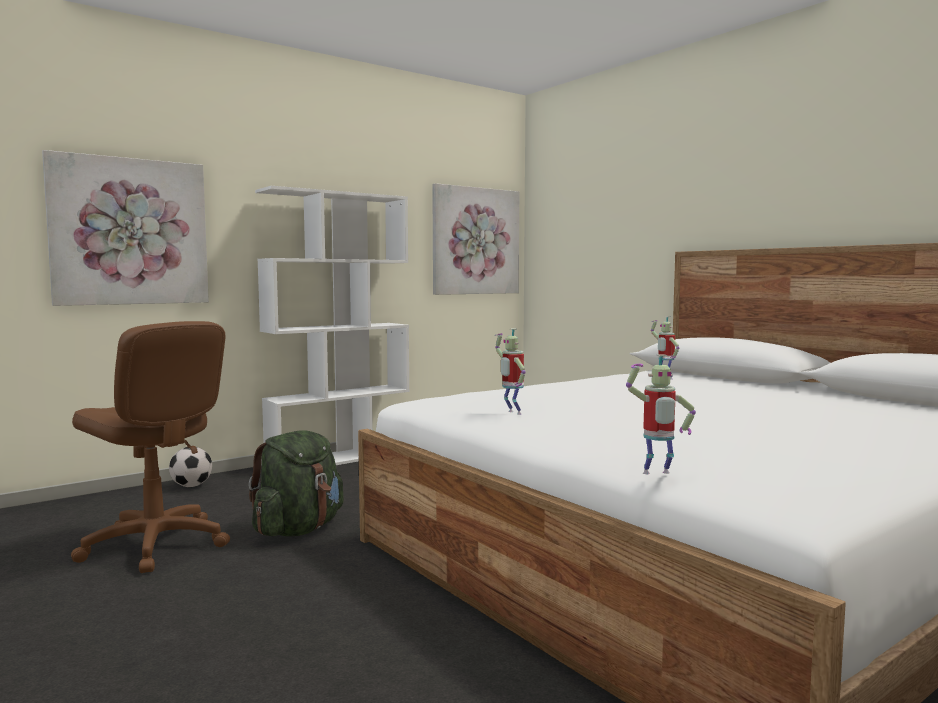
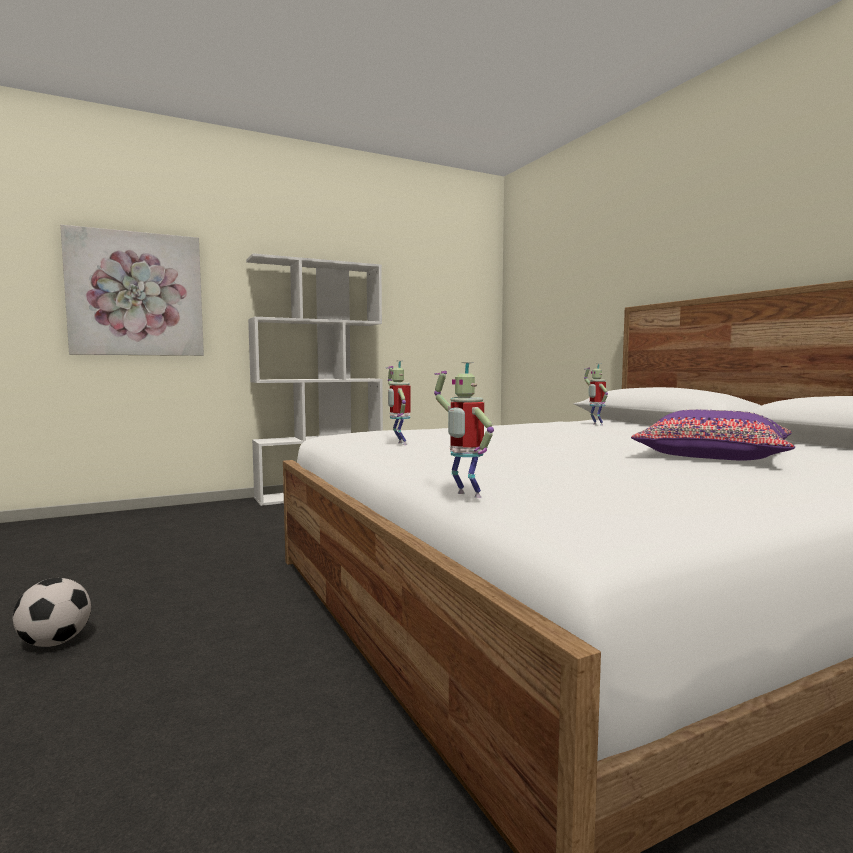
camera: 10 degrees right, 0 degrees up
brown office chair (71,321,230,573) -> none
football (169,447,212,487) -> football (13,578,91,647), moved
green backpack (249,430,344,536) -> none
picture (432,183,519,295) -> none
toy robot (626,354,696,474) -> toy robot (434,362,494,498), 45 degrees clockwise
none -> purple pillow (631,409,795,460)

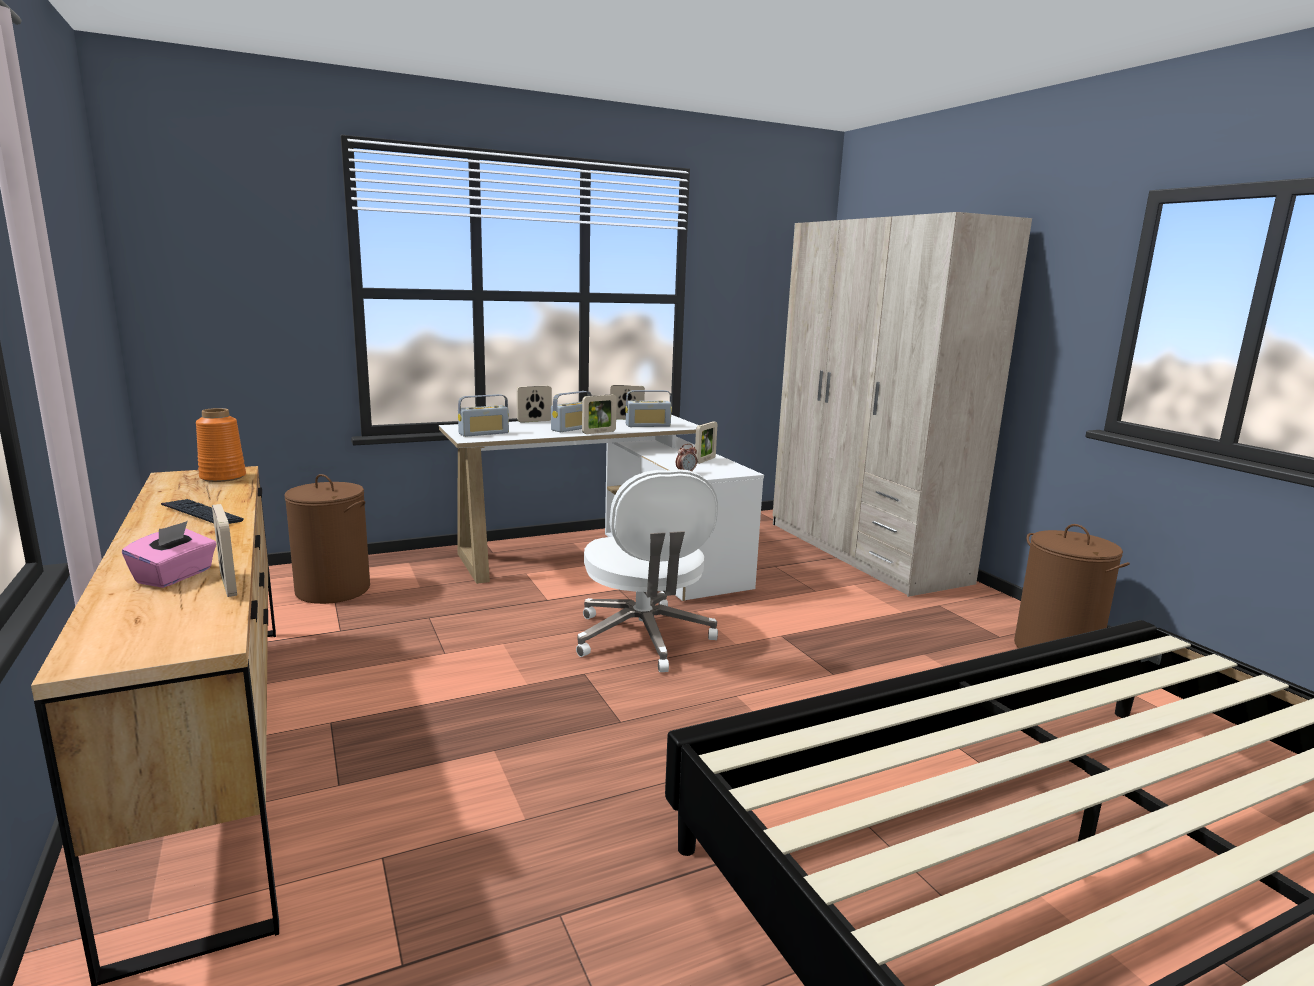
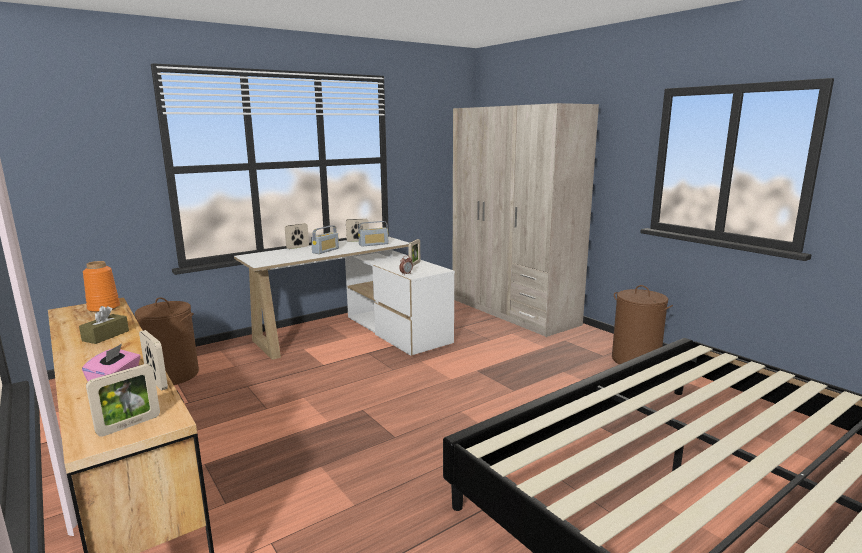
camera: 10 degrees left, 0 degrees up
keyboard (161,499,244,524) -> brown tissue box (79,306,129,344)
radio (458,394,509,437) -> none
white office chair (576,469,718,672) -> none
picture frame (582,394,617,434) -> picture frame (86,364,160,437), moved

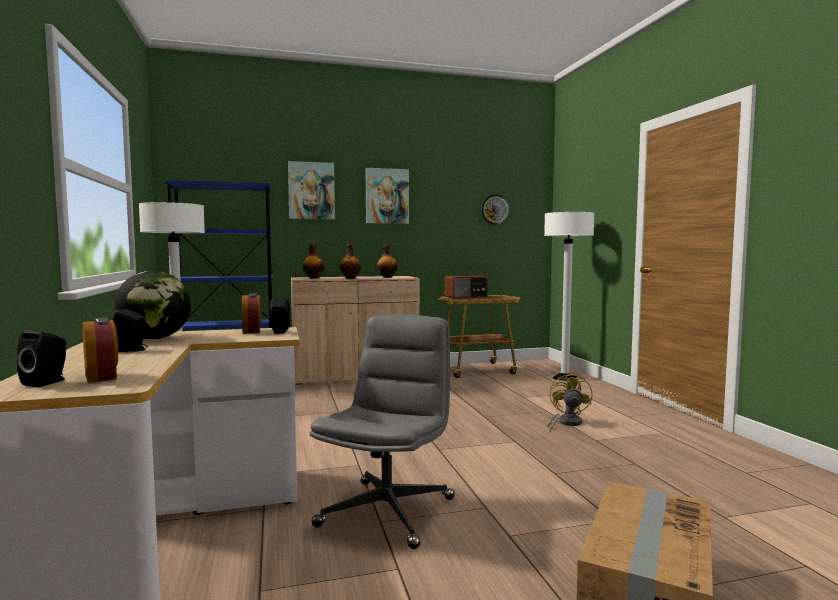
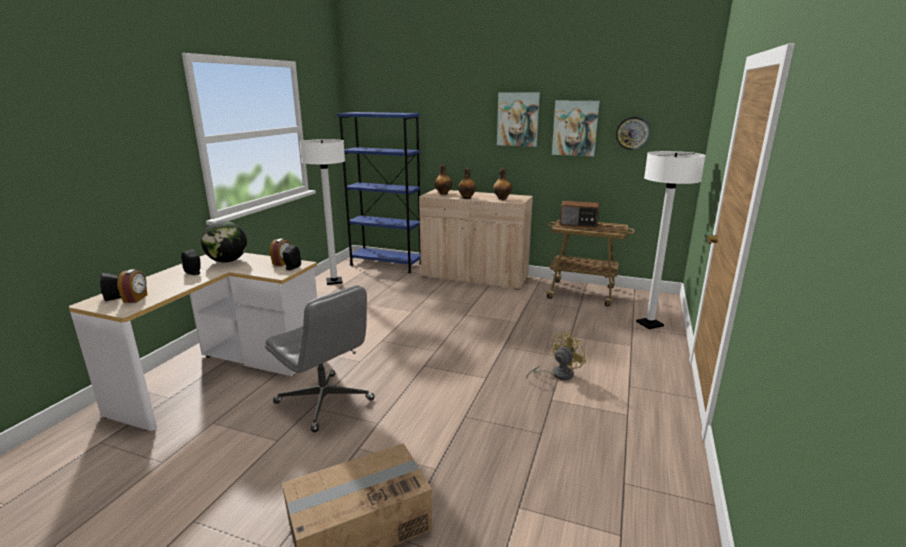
camera: 35 degrees right, 15 degrees up
picture (288,161,335,220) -> picture (552,101,600,156), moved
grey office chair (309,315,455,549) -> grey office chair (265,285,375,432), 75 degrees clockwise

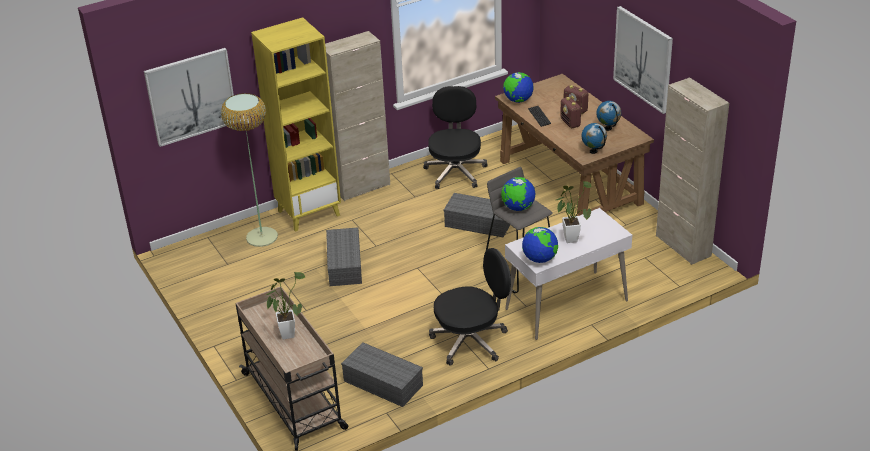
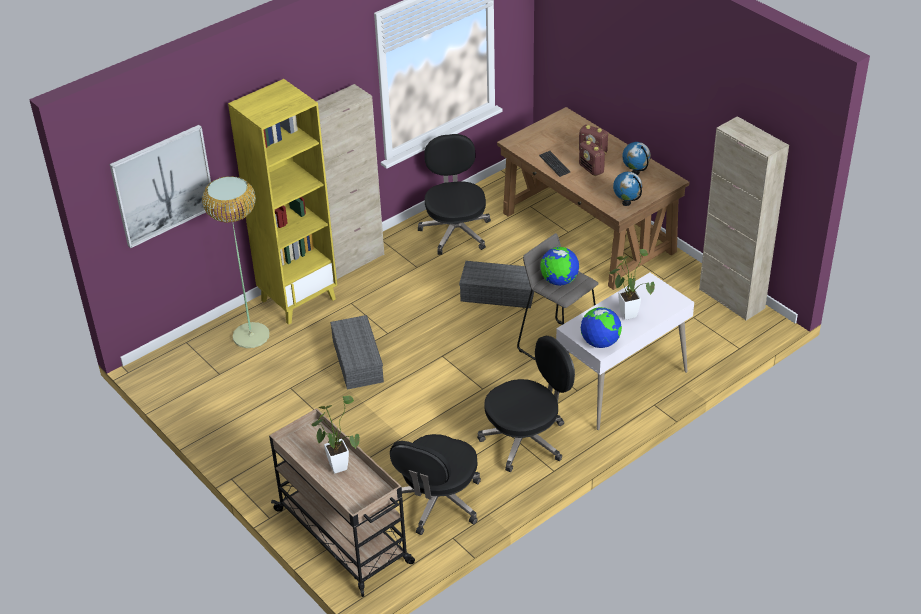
camera: 10 degrees left, 5 degrees up
grey storage box (341,342,423,407) -> black office chair (390,434,481,535)
globe (503,72,534,103) -> none
picture (613,6,673,114) -> none

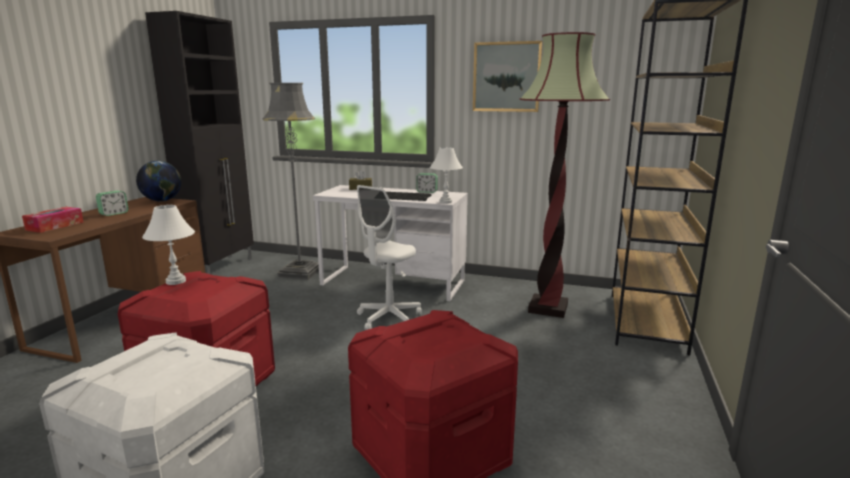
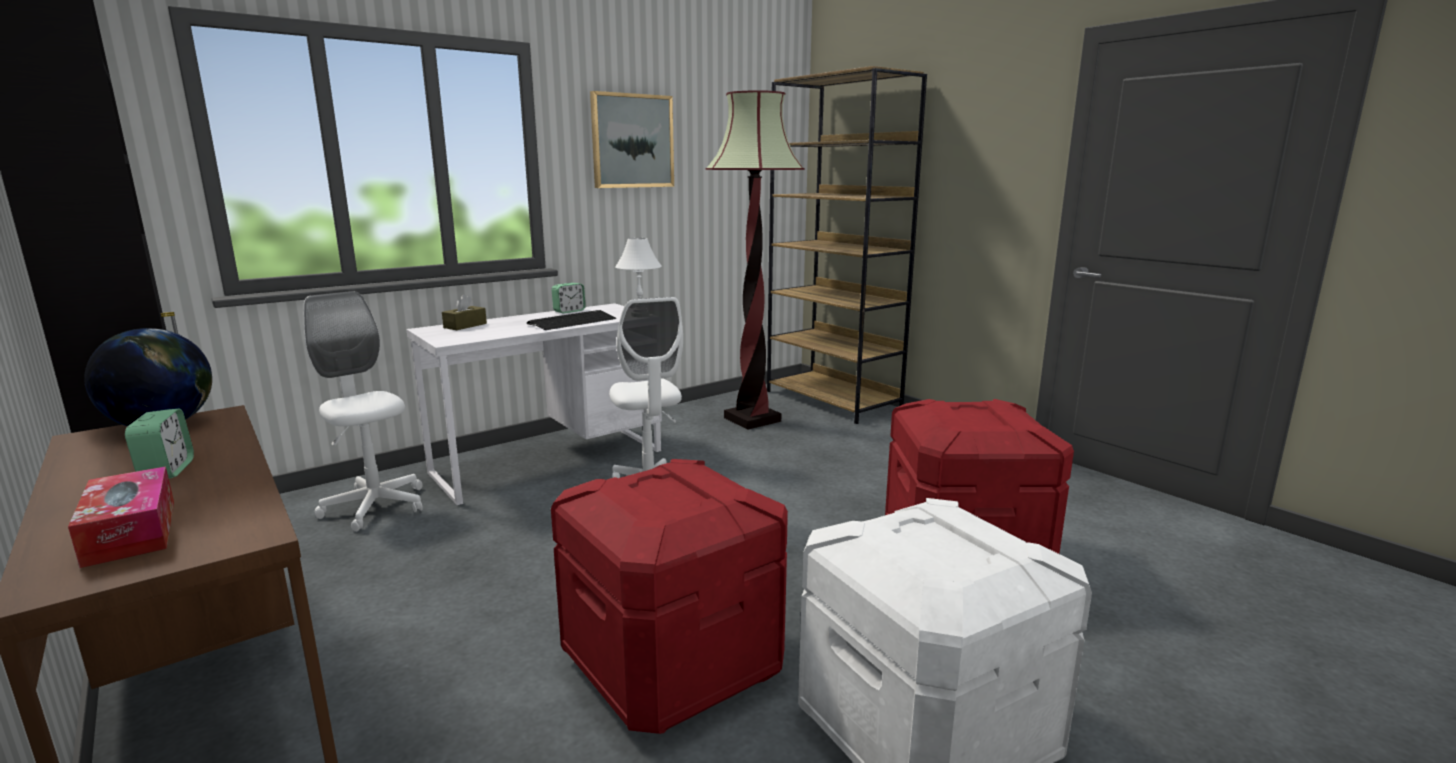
camera: 55 degrees left, 0 degrees up
white table lamp (142,205,195,285) -> none
grey floor lamp (262,83,319,280) -> white office chair (304,291,423,532)

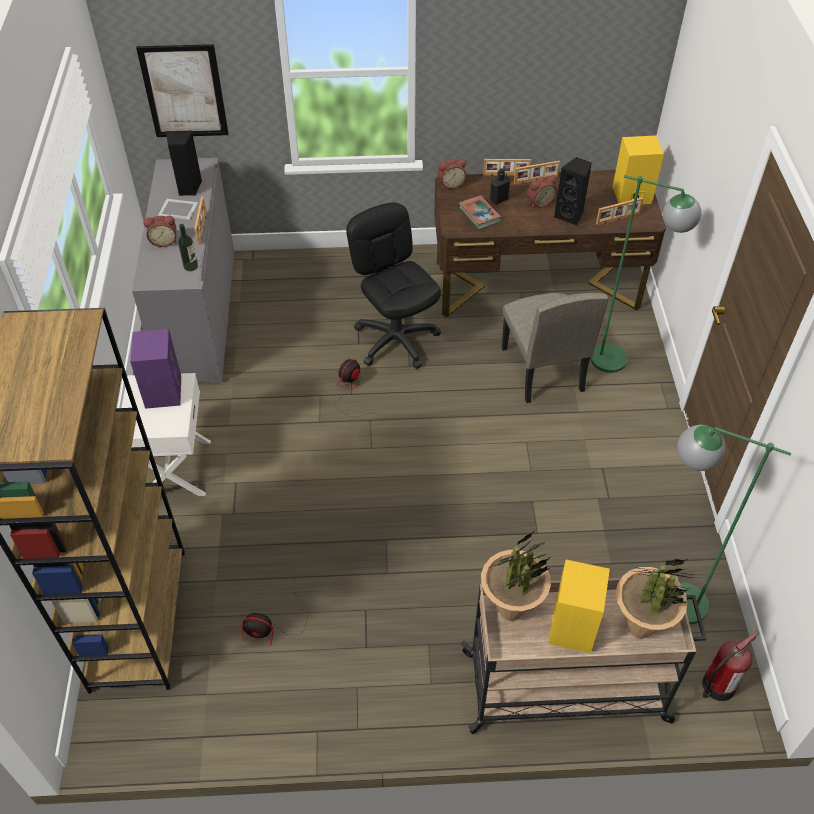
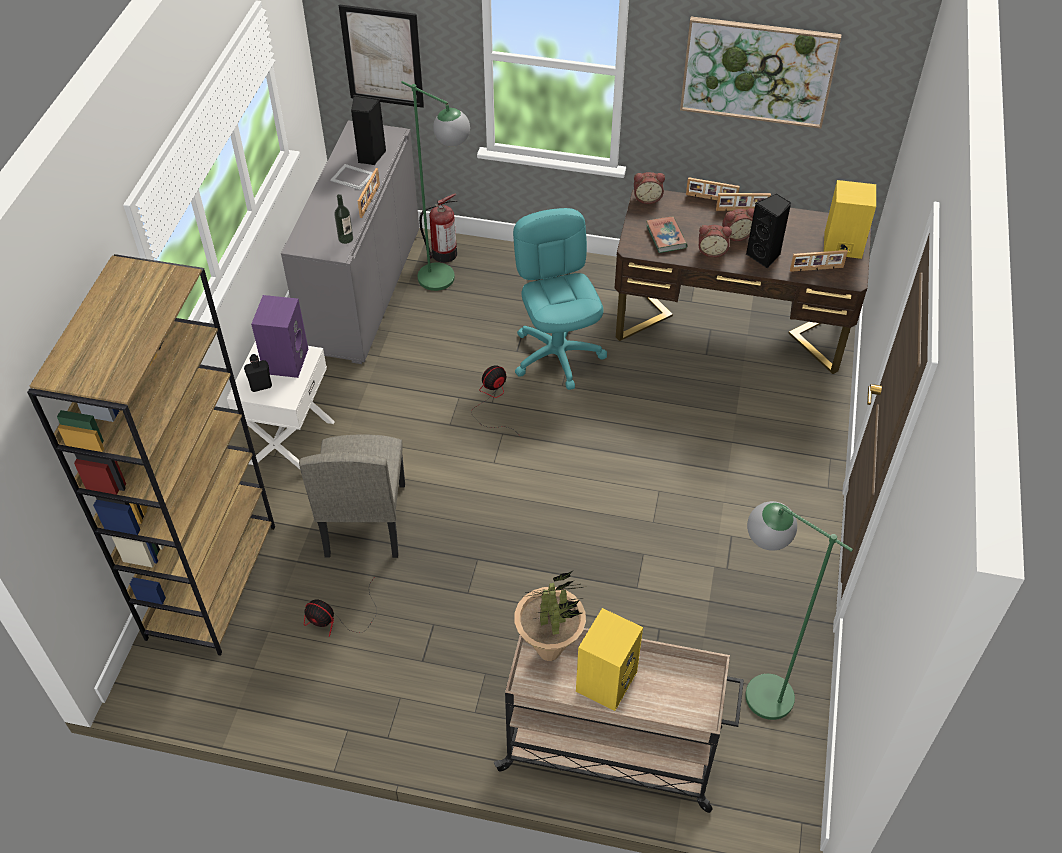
camera: 15 degrees right, 0 degrees up
alarm clock (143,216,176,247) -> alarm clock (699,225,732,257), moved
black office chair (346,202,441,369) -> turquoise office chair (513,208,607,390)
black bottle (490,168,510,205) -> black bottle (244,354,272,392), moved
beige chair (502,293,608,403) -> beige chair (299,434,405,558), moved
green floor lamp (590,175,702,373) -> green floor lamp (401,81,470,291), moved
potted plant (616,559,693,639) -> none
fire extinguisher (702,631,759,701) -> fire extinguisher (419,193,457,263), moved
none -> picture (680,17,841,129)

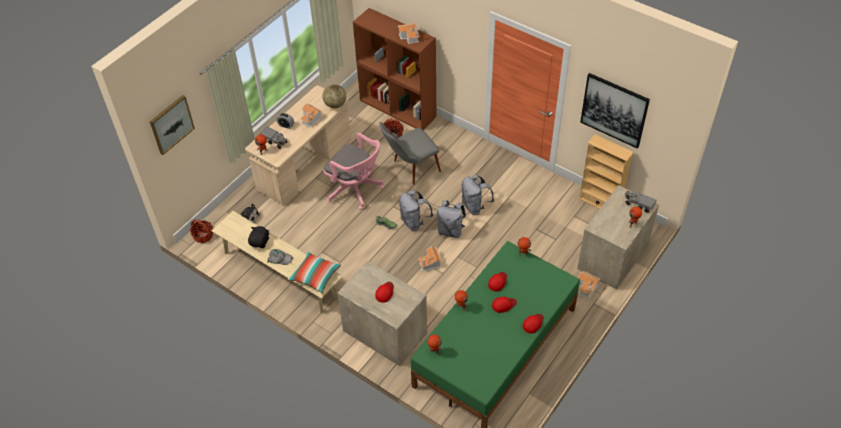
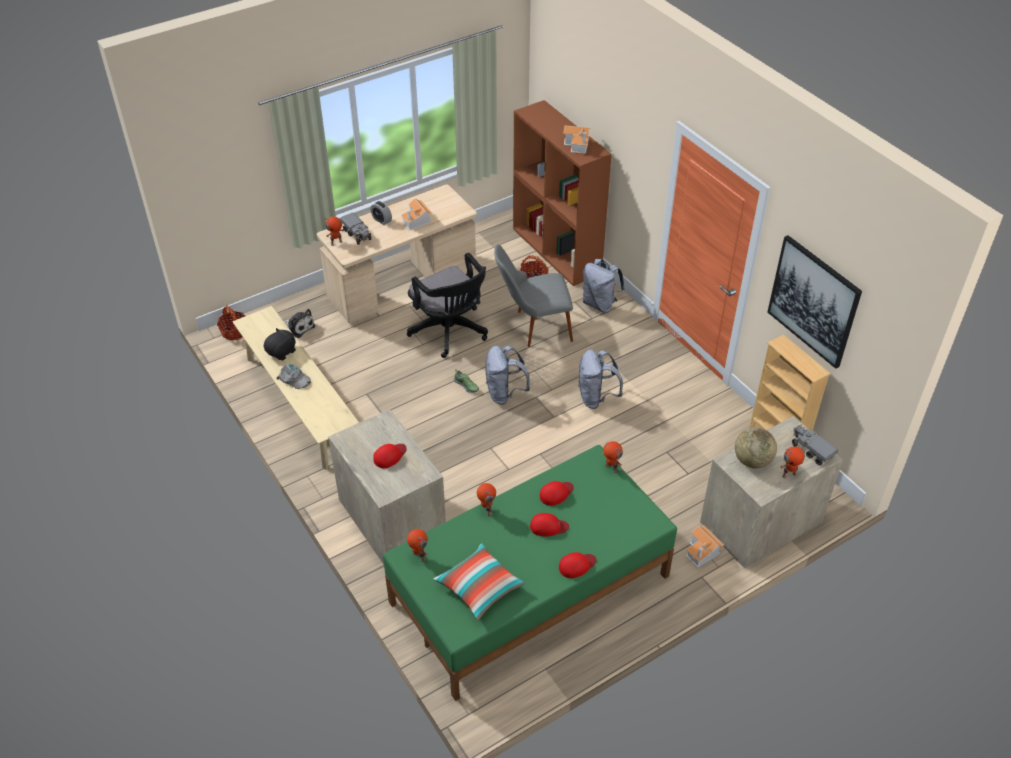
camera: 20 degrees right, 5 degrees down
picture (150,95,195,155) -> none
pillow (287,251,341,293) -> pillow (433,543,525,621), moved
globe (323,84,346,108) -> globe (735,427,777,469), moved
pink office chair (324,133,384,210) -> black office chair (407,253,488,358)
toy house (419,246,442,271) -> none
grey backpack (437,200,466,238) -> grey backpack (583,259,625,313), moved

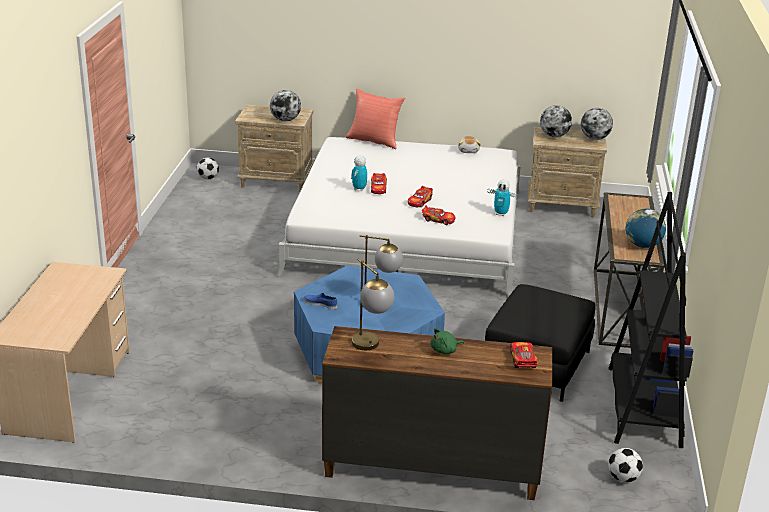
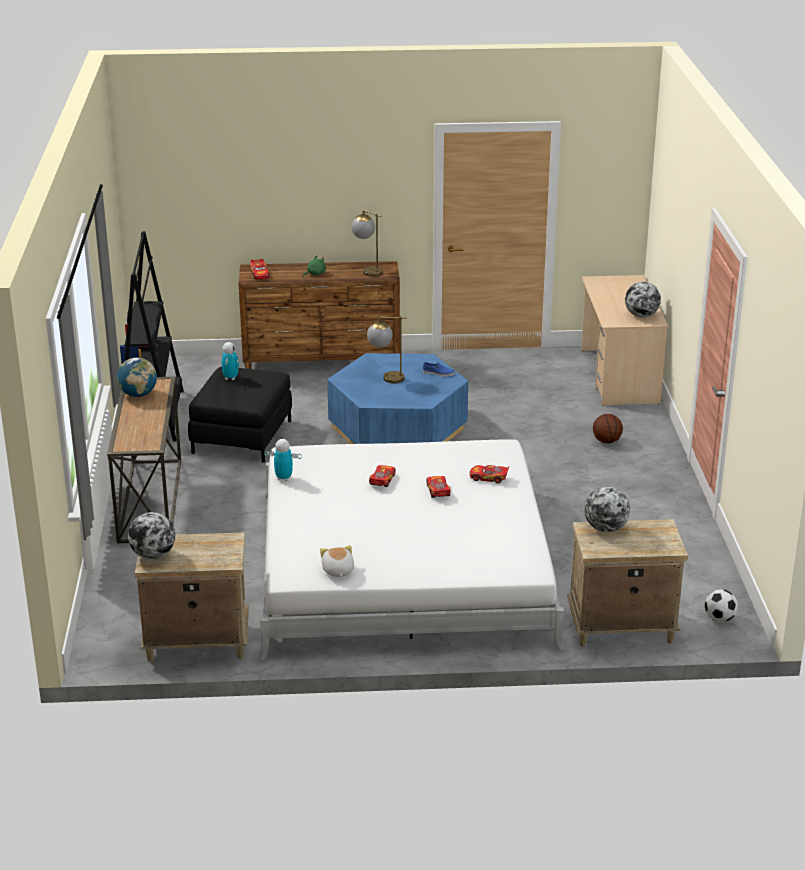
camera: 170 degrees right, 0 degrees up
red pillow (346,89,405,150) -> none
toy robot (351,156,367,191) -> toy robot (222,342,239,380), moved
toy car (422,206,455,225) -> toy car (470,465,509,483), moved
globe (540,105,572,137) -> globe (625,282,661,317), moved
football (608,448,643,482) -> none
none -> basketball (593,414,623,443)

